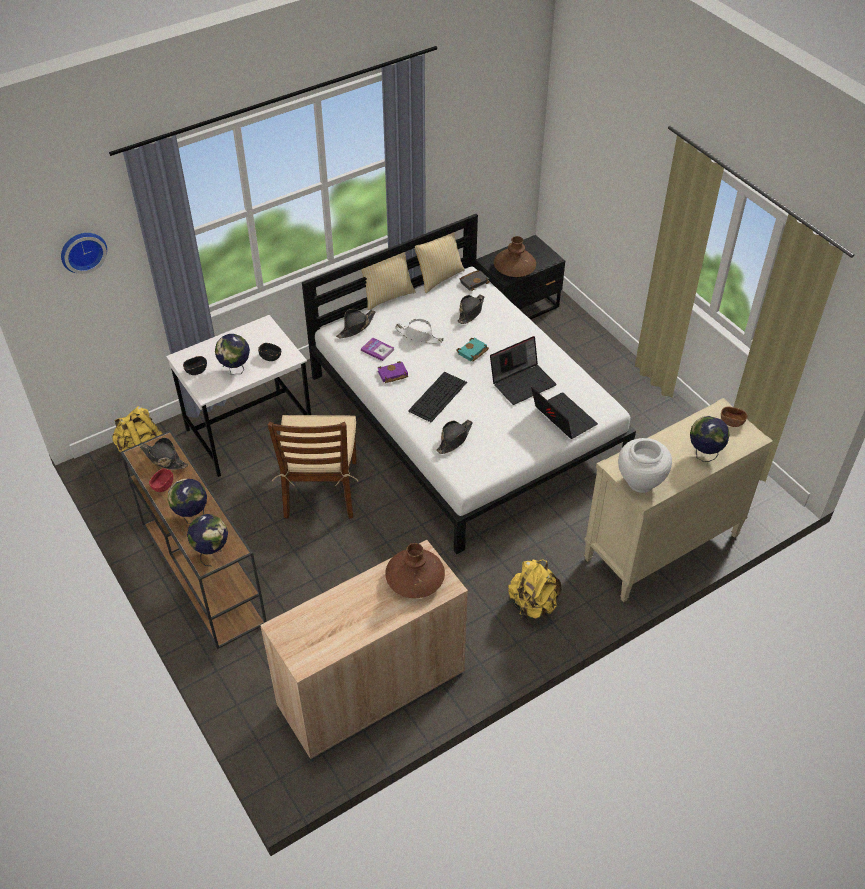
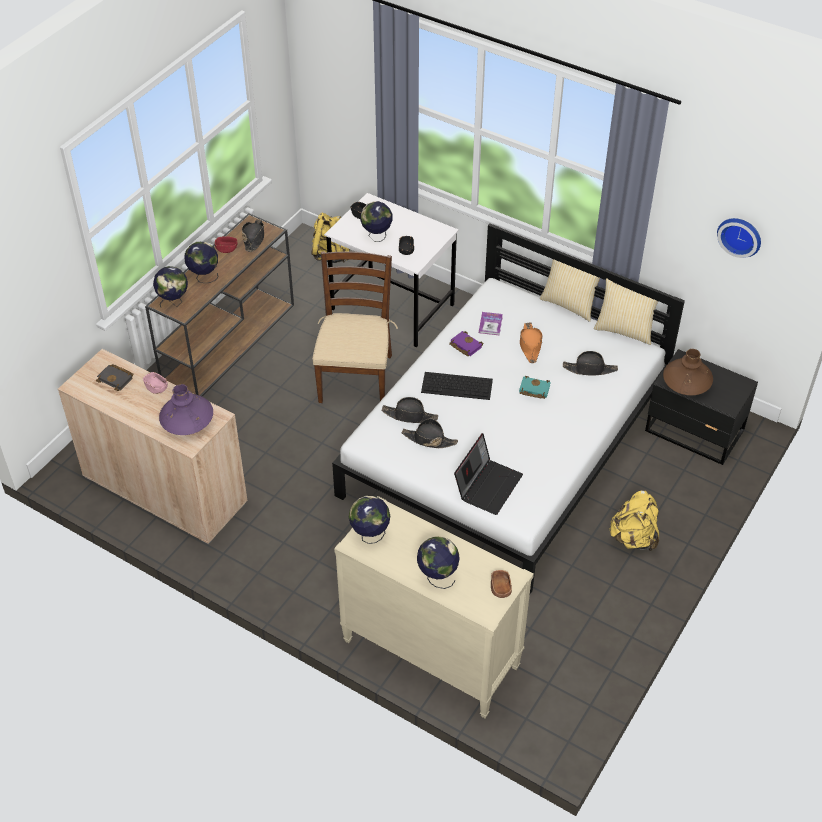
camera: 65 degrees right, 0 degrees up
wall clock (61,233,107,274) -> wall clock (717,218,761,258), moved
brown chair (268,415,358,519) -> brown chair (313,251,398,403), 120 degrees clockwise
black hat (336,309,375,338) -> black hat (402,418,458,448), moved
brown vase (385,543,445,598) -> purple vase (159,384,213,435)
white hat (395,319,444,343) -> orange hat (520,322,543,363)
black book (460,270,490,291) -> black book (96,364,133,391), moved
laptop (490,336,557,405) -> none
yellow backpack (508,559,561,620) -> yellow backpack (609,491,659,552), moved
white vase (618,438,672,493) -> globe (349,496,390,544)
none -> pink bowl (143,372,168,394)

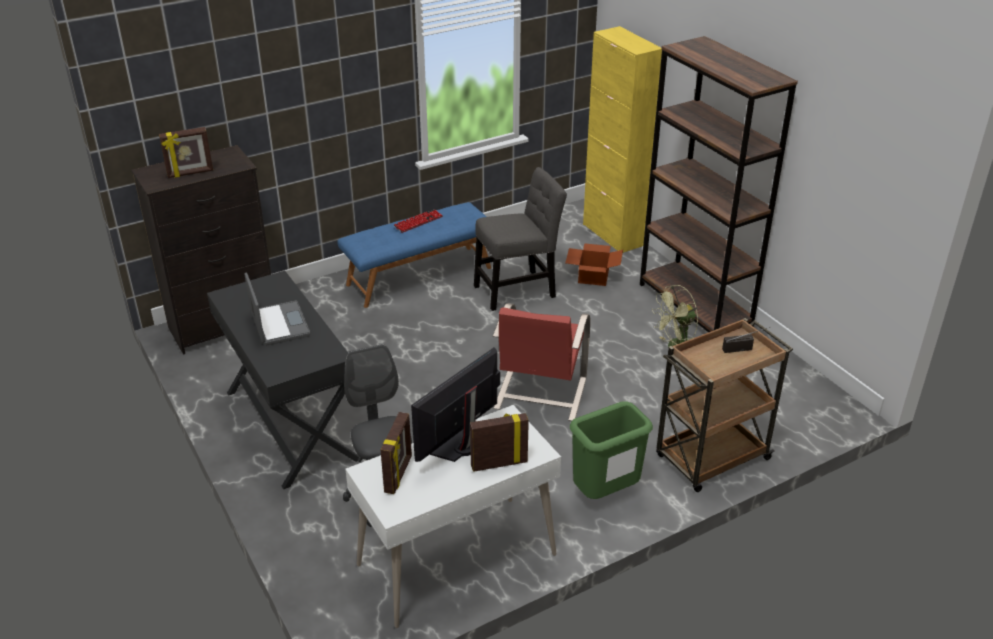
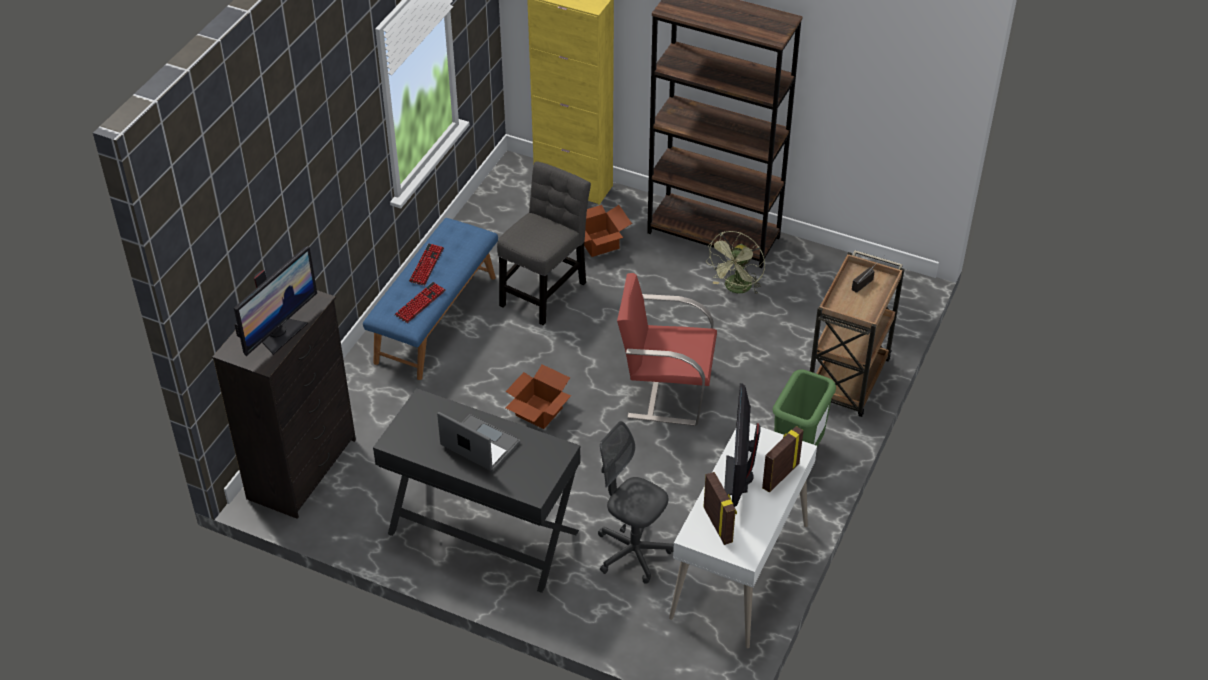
camera: 35 degrees left, 10 degrees up
picture frame (159,127,213,178) -> monitor (234,246,317,356)
red chair (493,303,590,421) -> red chair (617,273,717,426), 120 degrees clockwise
none -> keyboard (395,282,446,323)
none -> cardboard box (506,364,571,429)

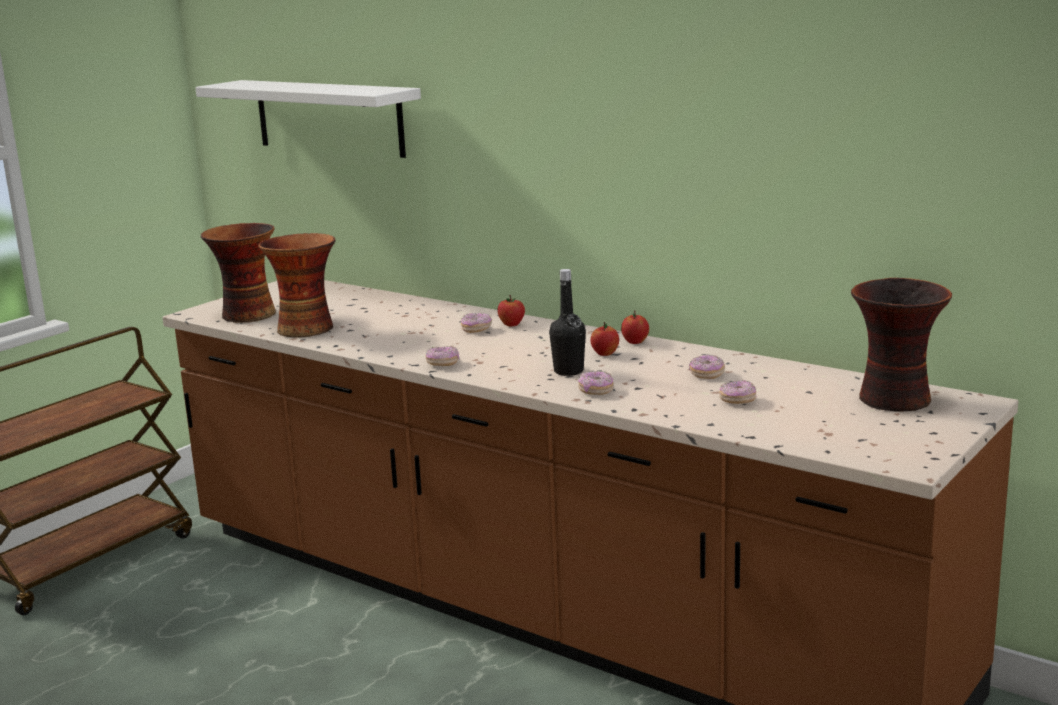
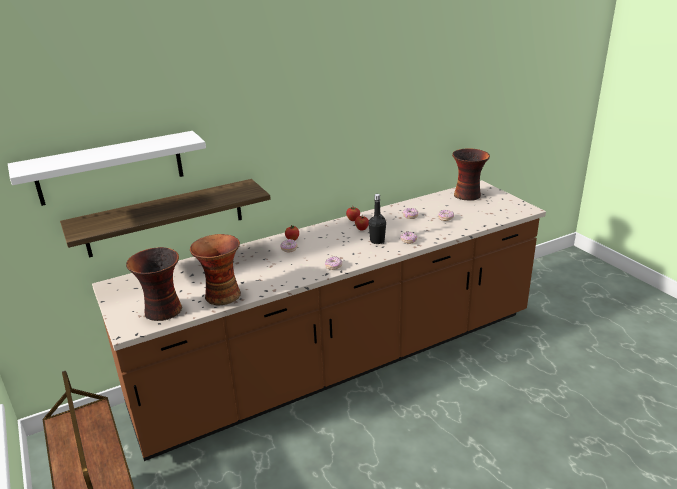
camera: 65 degrees left, 10 degrees up
none -> shelf (60,179,271,258)

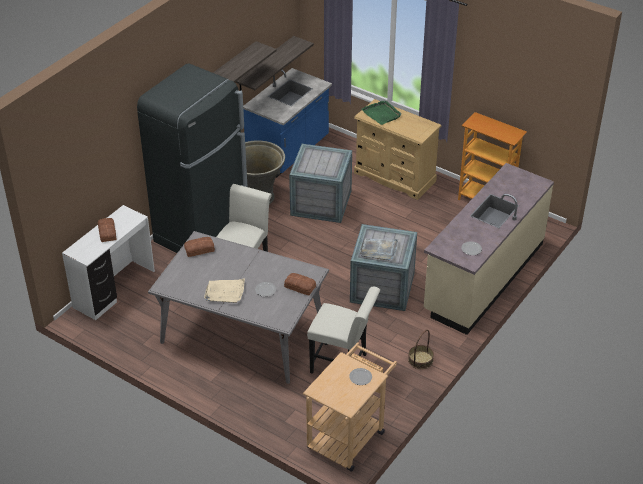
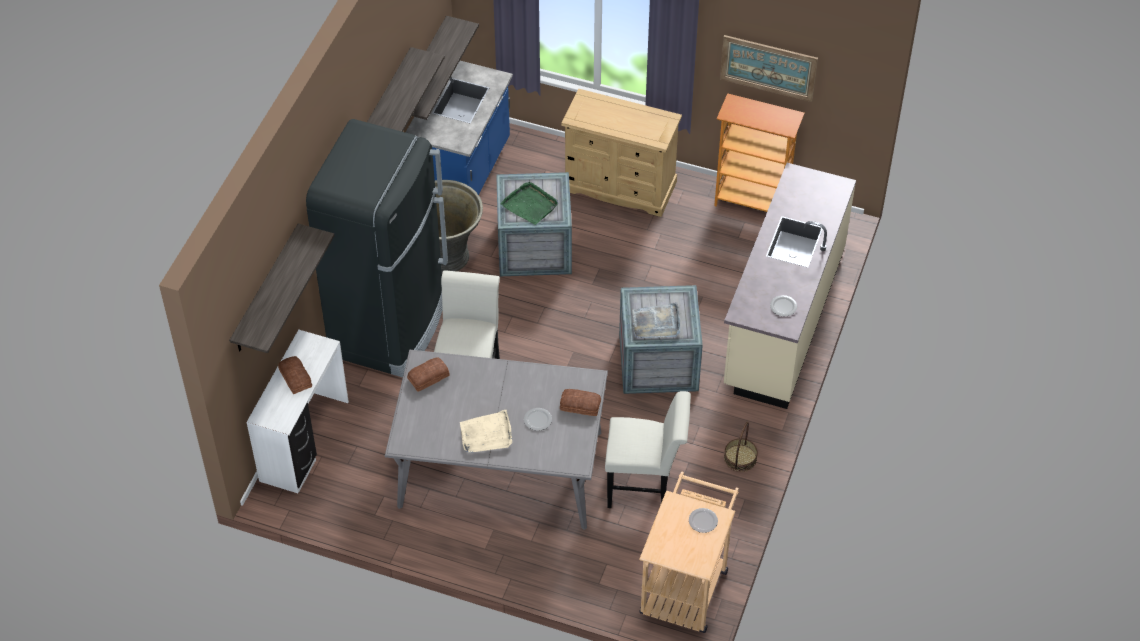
camera: 15 degrees left, 10 degrees up
green tray (361,100,401,125) -> green tray (500,182,559,225), moved
none -> shelf (229,224,335,353)
none -> picture (720,35,818,102)

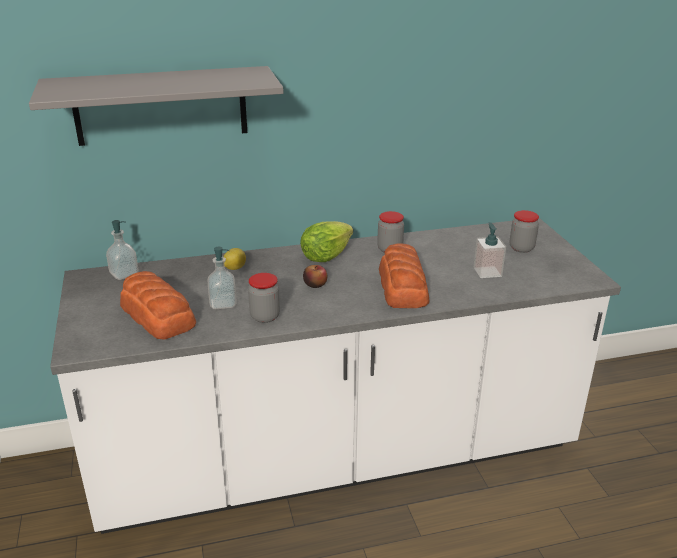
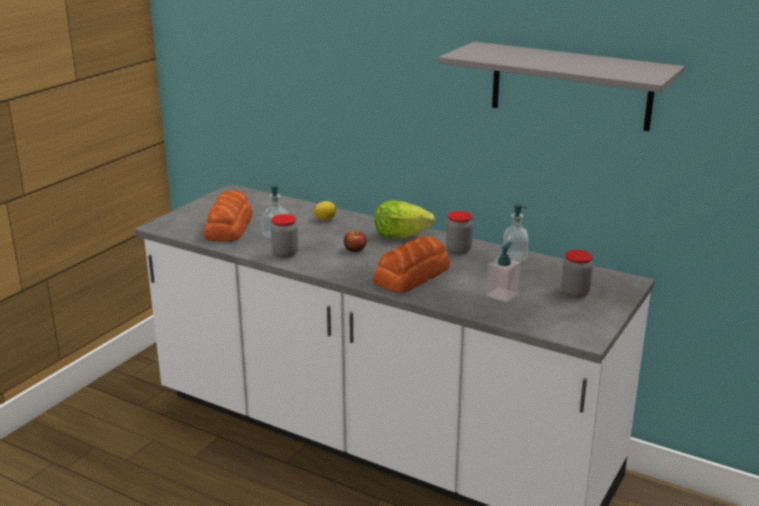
camera: 45 degrees right, 5 degrees down
grey shelf (29,66,284,146) -> grey shelf (438,42,685,131), moved
soap dispenser (106,220,139,280) -> soap dispenser (503,204,528,262), moved

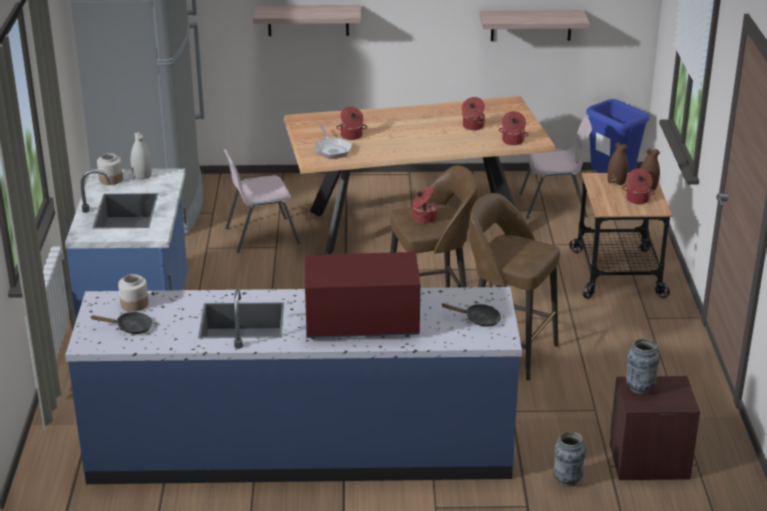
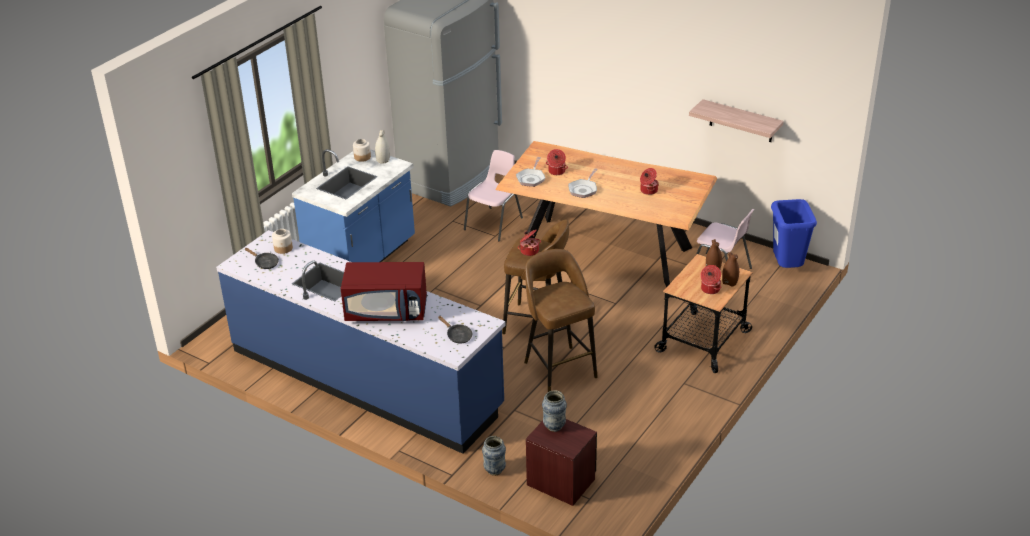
camera: 35 degrees right, 5 degrees up
pink chair (224,149,300,253) -> pink chair (464,150,523,241), 105 degrees clockwise
shelf (253,5,361,36) -> none
red microwave (305,252,420,339) -> red microwave (341,262,427,321), 150 degrees clockwise
cooking pot (499,111,529,145) -> none
none -> frying pan (568,168,598,198)

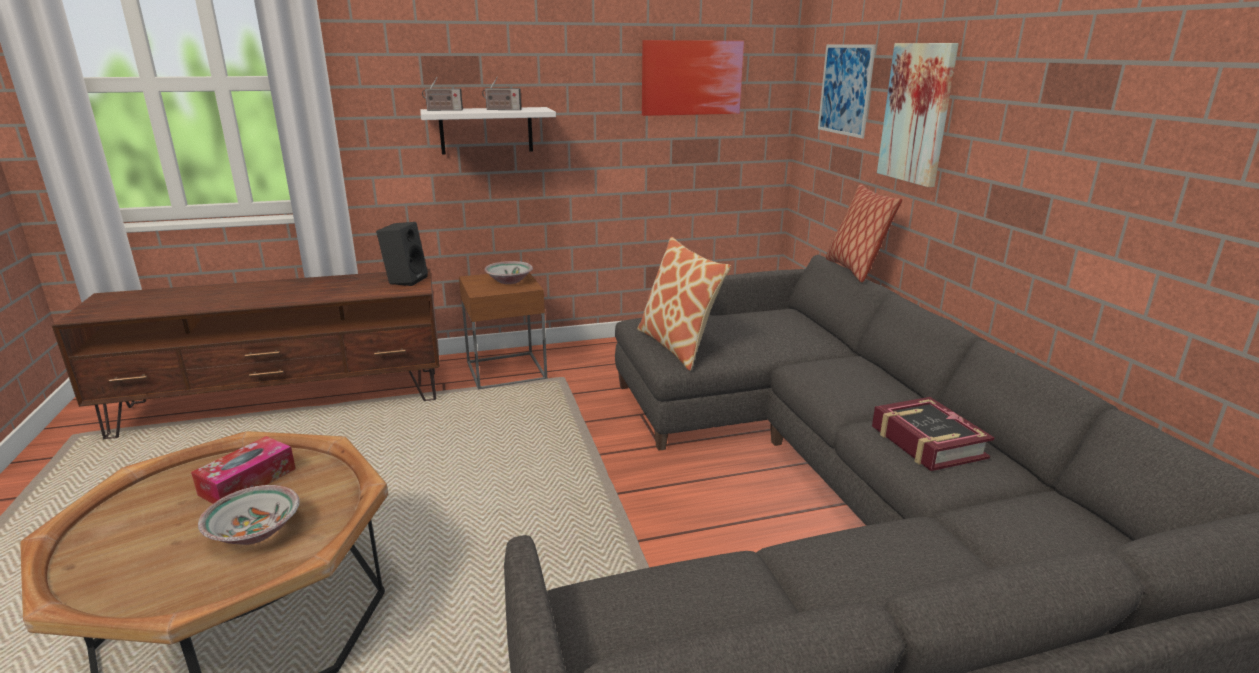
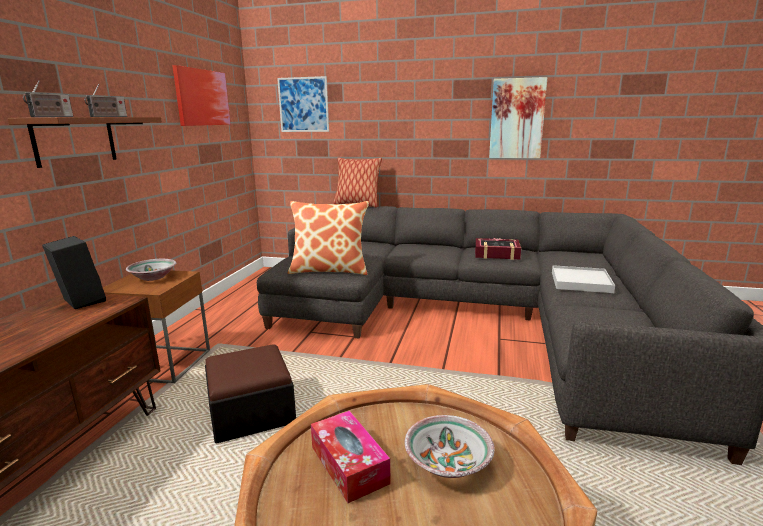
camera: 60 degrees left, 5 degrees down
white shelf (420,107,556,155) -> brown shelf (7,117,162,168)
picture (877,43,959,187) -> picture (489,77,547,159), moved
none -> ottoman (205,345,296,443)
none -> white tray (552,265,615,293)

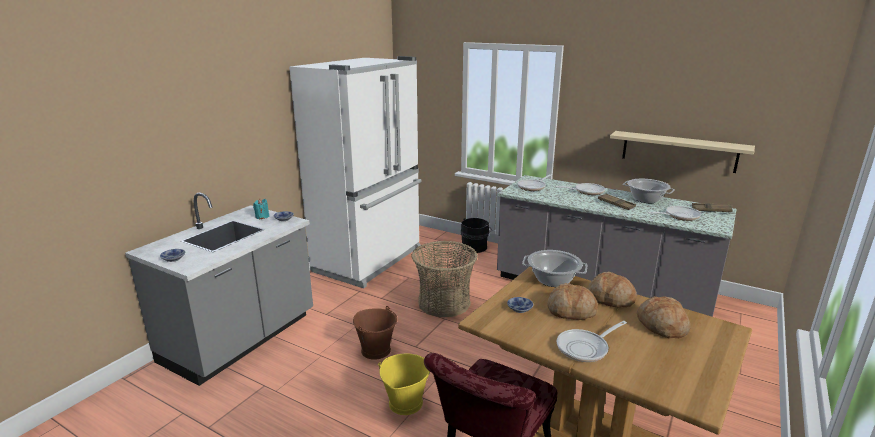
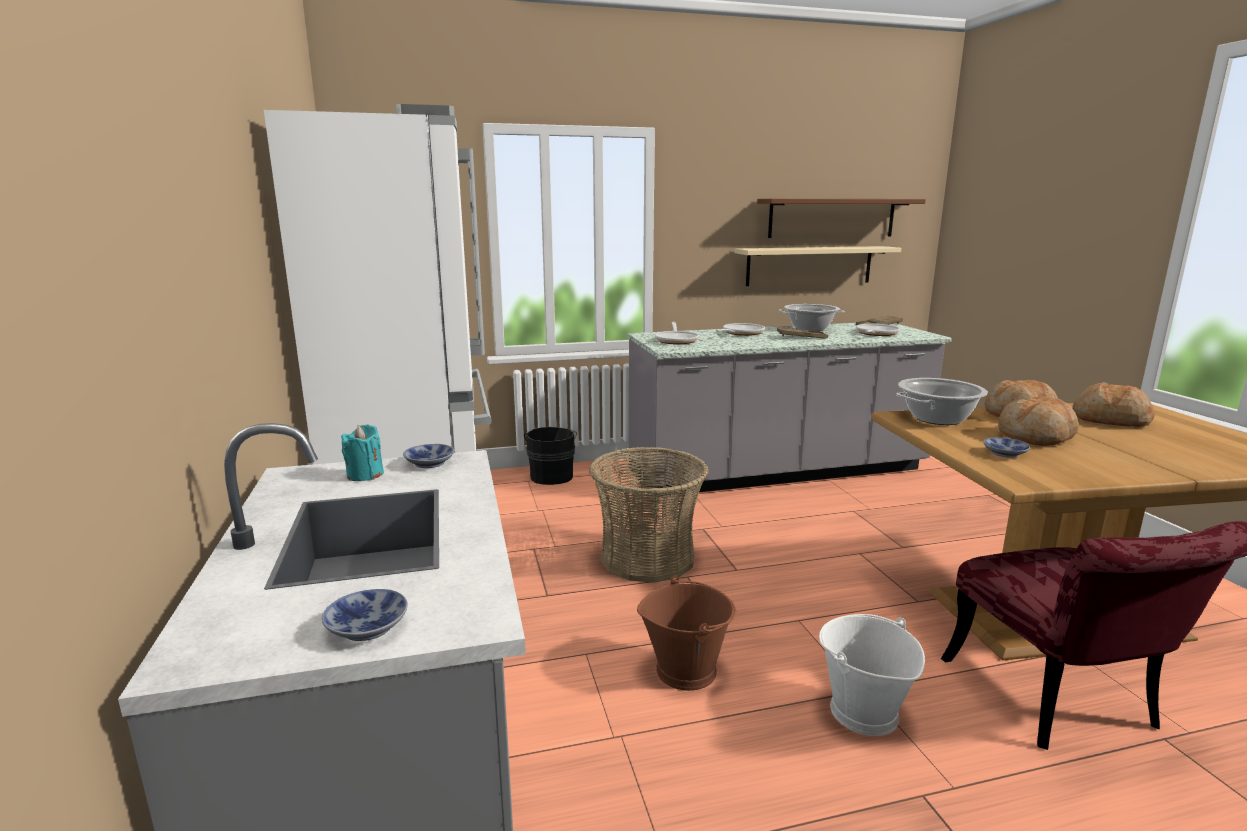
camera: 45 degrees left, 5 degrees down
yellow bucket (378,354,430,415) -> white bucket (819,614,925,736)
frying pan (557,321,627,362) -> none
none -> brown shelf (757,199,926,238)

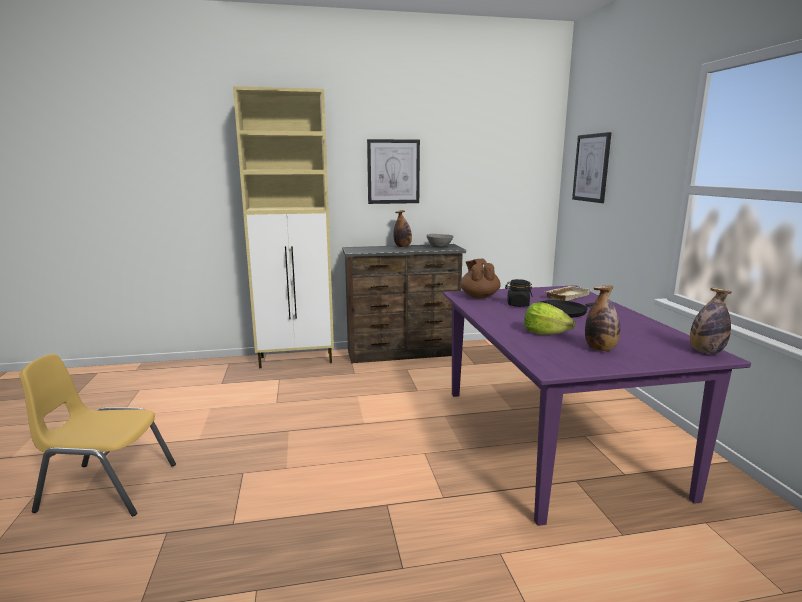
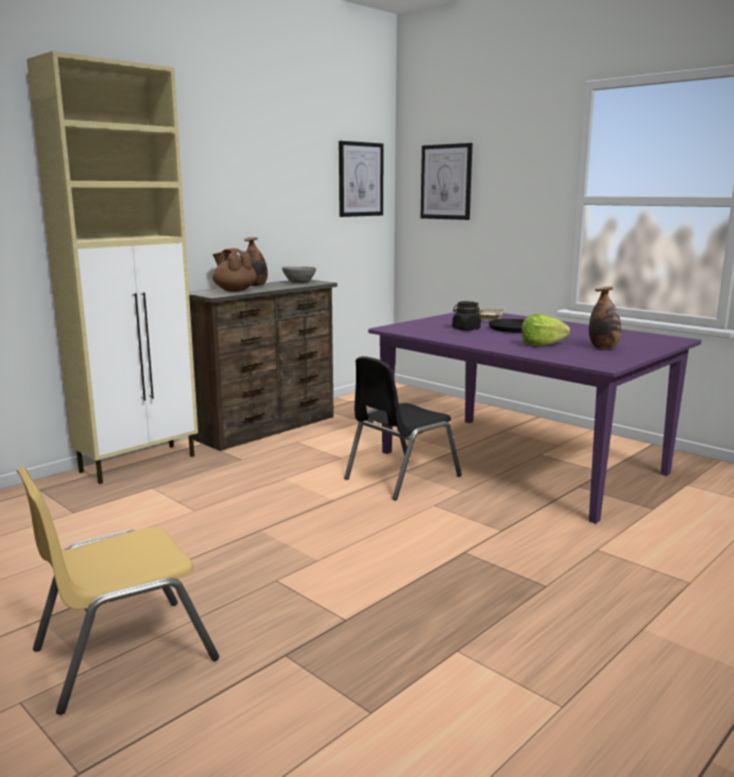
camera: 35 degrees left, 0 degrees up
picture (367,139,420,204) -> picture (339,141,384,217), moved
brown teapot (460,259,501,298) -> brown teapot (213,248,257,292), moved
bottle (690,288,732,354) -> none
none -> black chair (344,356,462,500)

